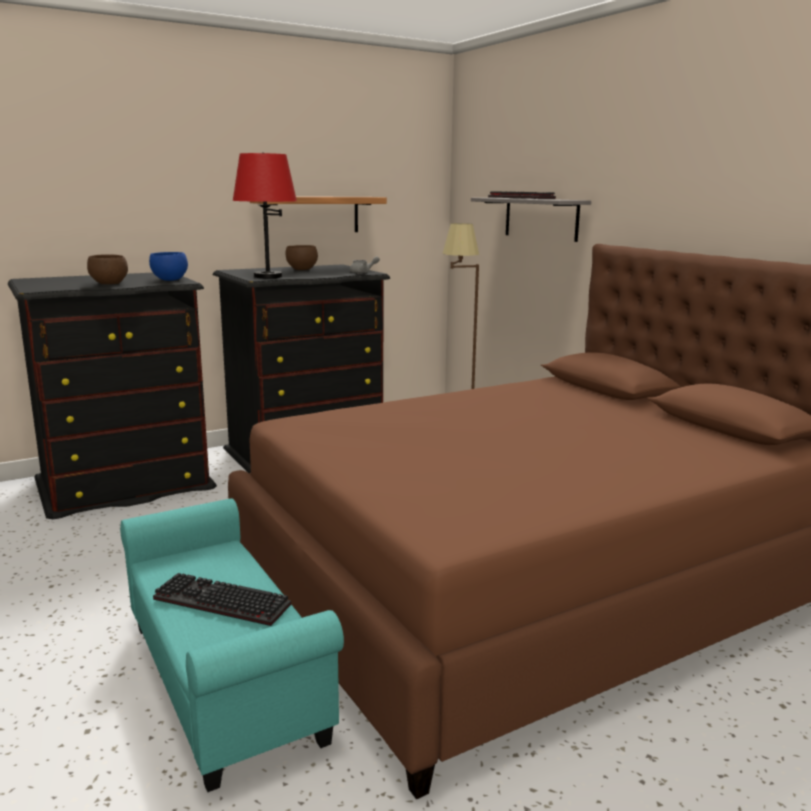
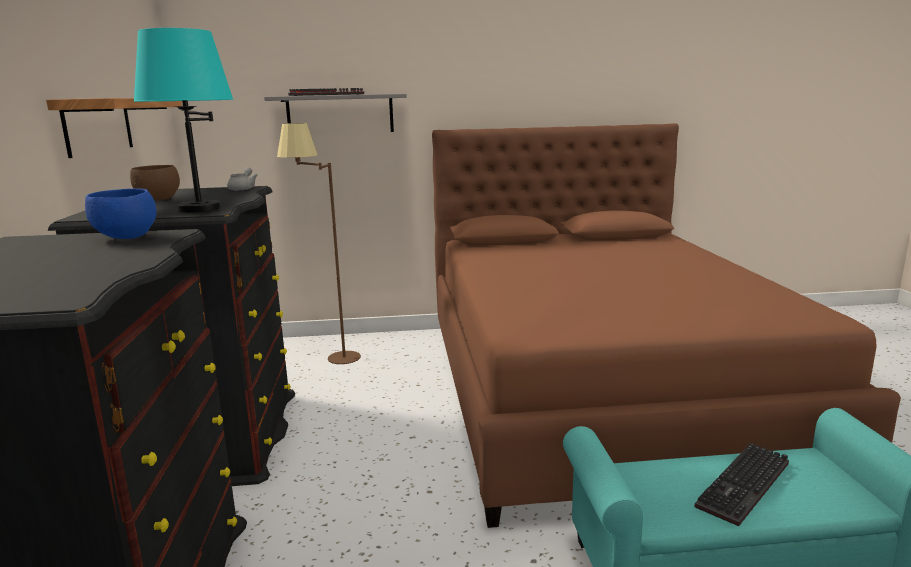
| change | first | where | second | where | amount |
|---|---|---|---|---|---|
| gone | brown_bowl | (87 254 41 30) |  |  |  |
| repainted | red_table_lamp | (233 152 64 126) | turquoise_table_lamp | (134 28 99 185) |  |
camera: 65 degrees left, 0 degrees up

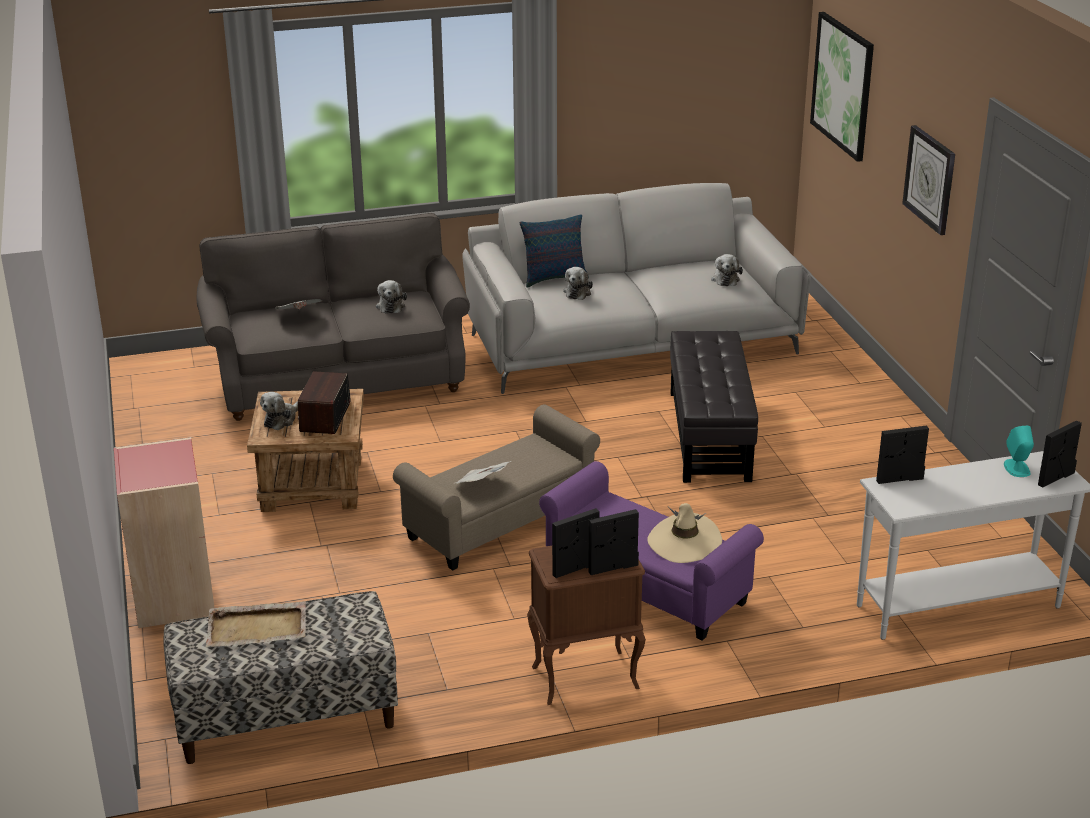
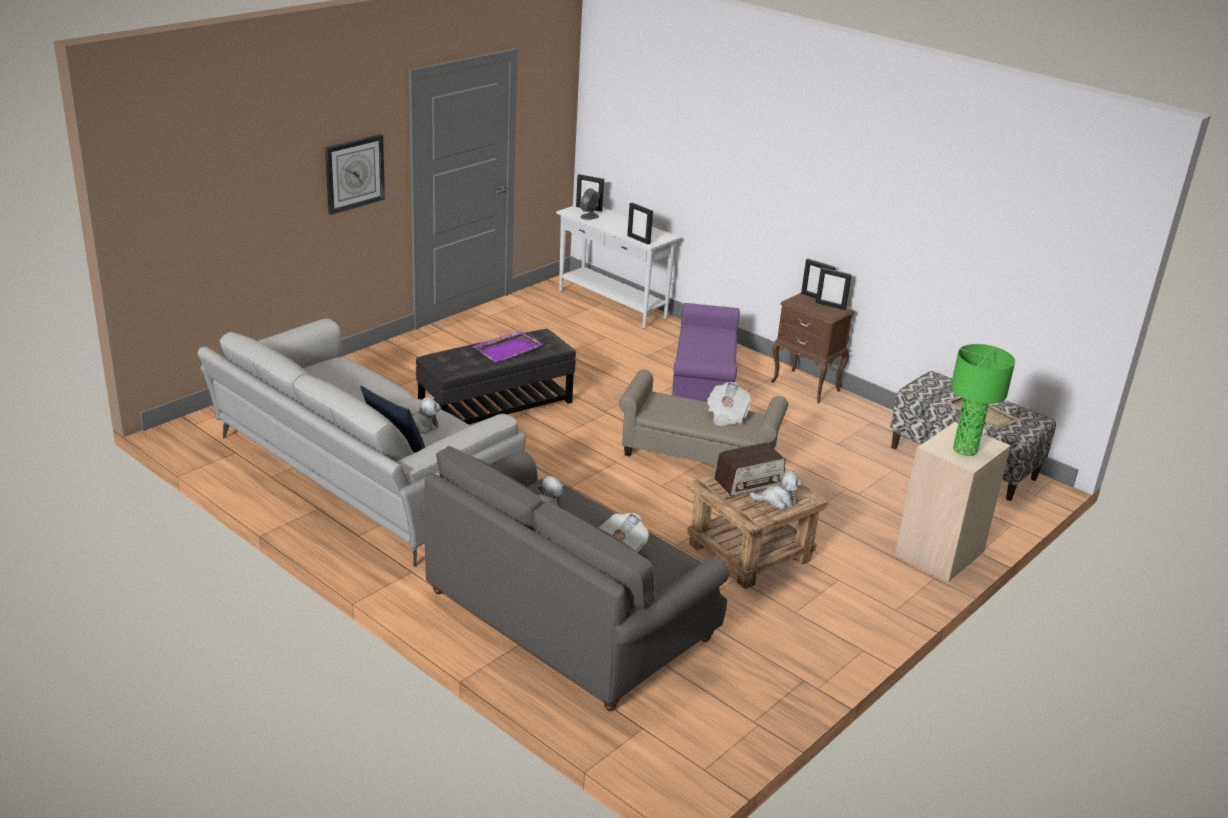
| change | first | where | second | where | amount |
|---|---|---|---|---|---|
| gone | beige_hat | (647 503 75 60) |  |  |  |
| gone | plush_toy | (711 254 32 32) |  |  |  |
| gone | picture | (810 12 64 150) |  |  |  |
| new |  |  | purple_tray | (472 331 71 31) |  |
| new |  |  | green_table_lamp | (951 344 64 112) |  |
| repainted | red_bookcase | (114 437 101 191) | beige_bookcase | (895 422 116 160) |  |
| repainted | turquoise_speaker | (1004 426 30 51) | grey_speaker | (580 188 20 32) |  |
camera: 125 degrees left, 0 degrees up

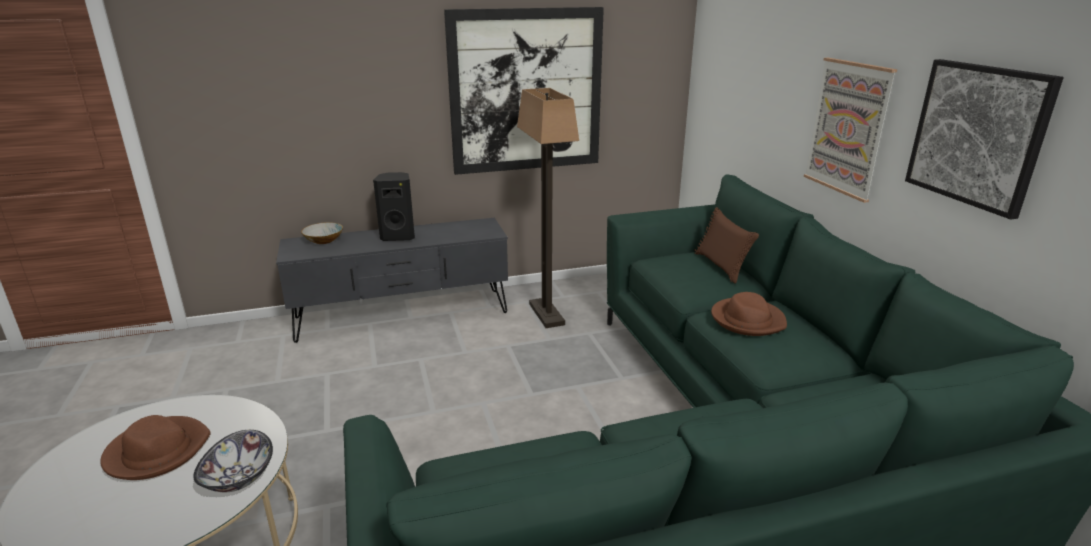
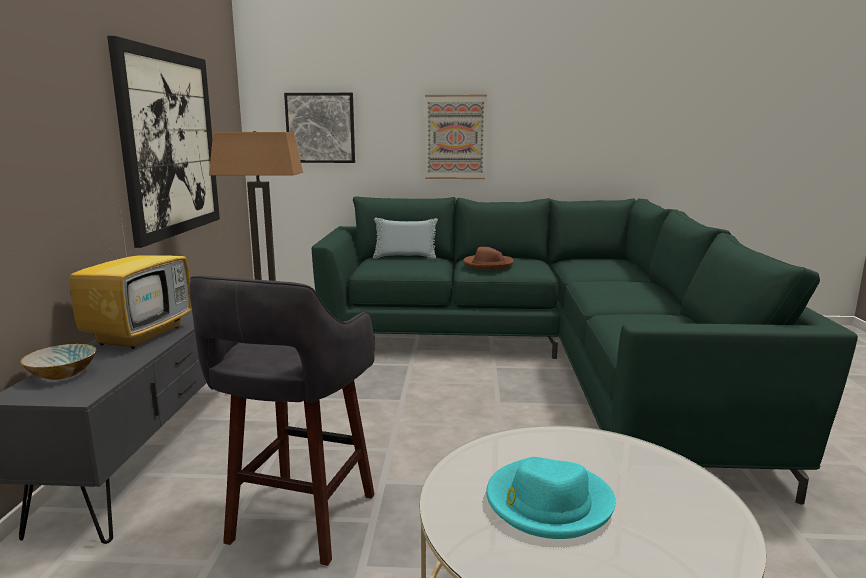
| change | first | where | second | where | amount |
|---|---|---|---|---|---|
| gone | bowl | (193 430 80 62) |  |  |  |
| new |  |  | grey_stool | (190 275 185 291) |  |
| shifted | picture | (905 59 159 161) |  | (284 93 71 70) |  |
| swapped | black_speaker | (373 172 42 69) | television | (70 205 122 144) |  |
| repainted | brown_hat | (100 415 111 65) | turquoise_hat | (486 457 130 82) |  |
| repainted | brown_pillow | (694 207 65 77) | blue_pillow | (373 218 65 42) |  |
camera: 70 degrees left, 10 degrees down

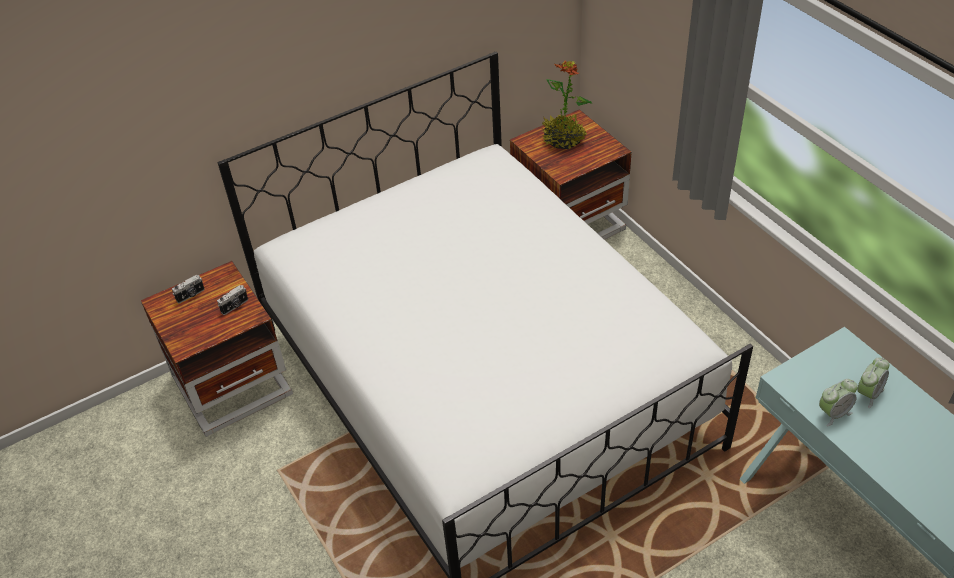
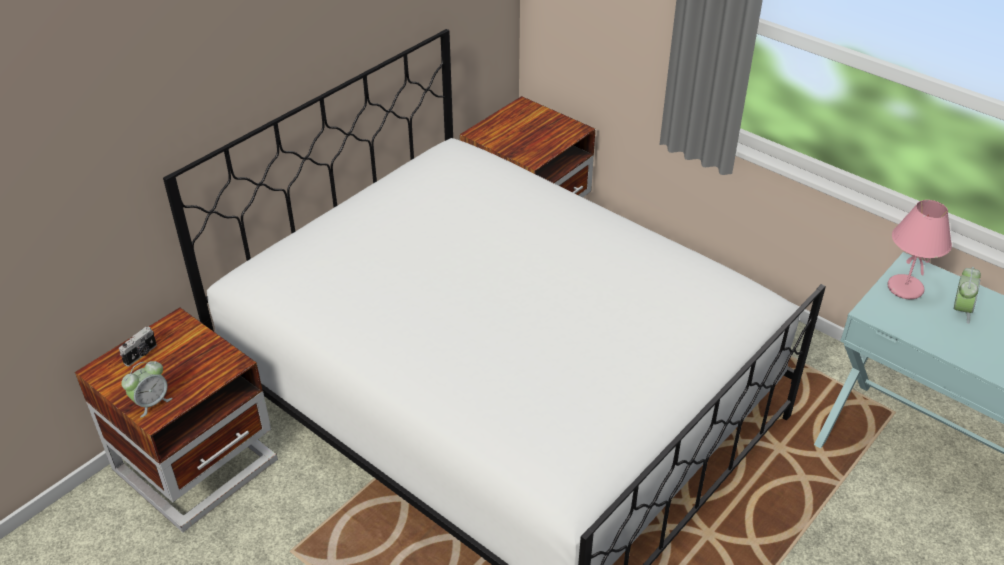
| change | first | where | second | where | amount |
|---|---|---|---|---|---|
| gone | photo_camera | (217 285 31 30) |  |  |  |
| gone | potted_plant | (542 61 50 88) |  |  |  |
| new |  |  | pink_table_lamp | (888 200 64 99) |  |
| shifted | alarm_clock | (819 379 39 48) |  | (121 361 51 57) |  |
camera: 20 degrees left, 5 degrees down

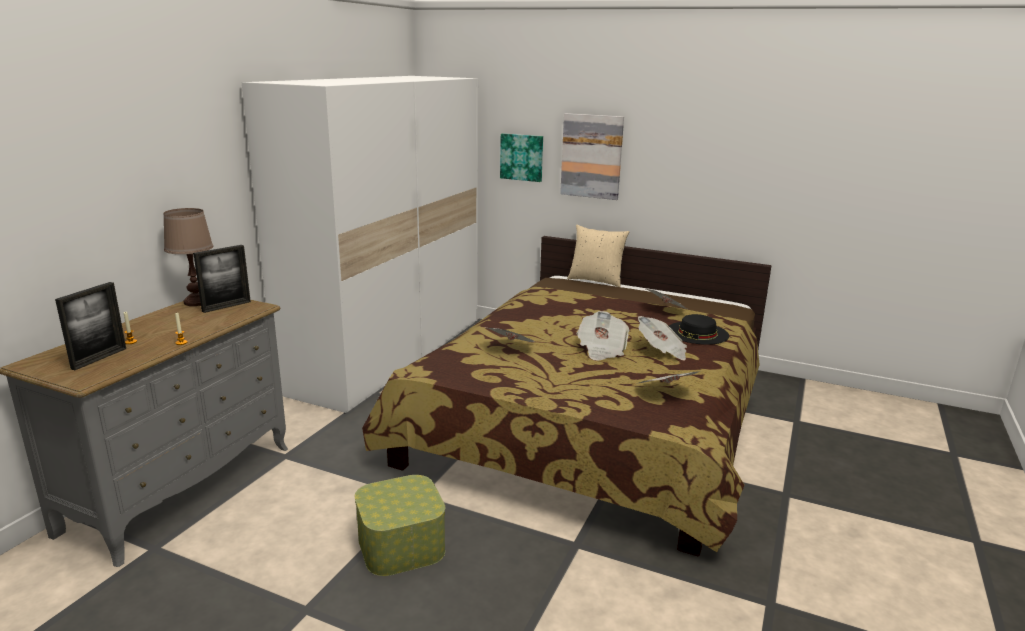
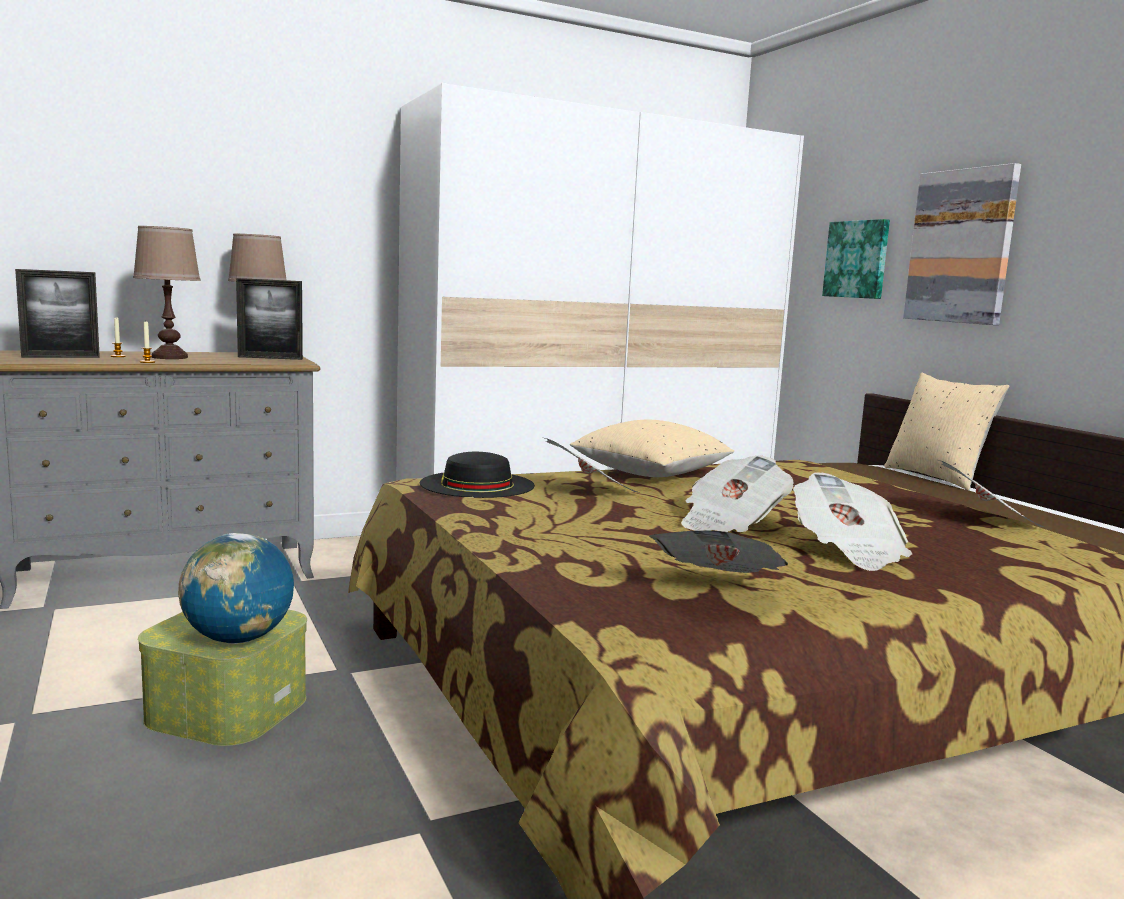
| change | first | where | second | where | amount |
|---|---|---|---|---|---|
| new |  |  | brown_table_lamp | (133 226 68 133) |  |
| new |  |  | globe | (178 533 116 111) |  |
| new |  |  | beige_pillow | (570 420 164 57) |  |
| shifted | black_hat | (669 314 60 31) |  | (420 452 115 46) |  |
camera: 40 degrees right, 10 degrees down

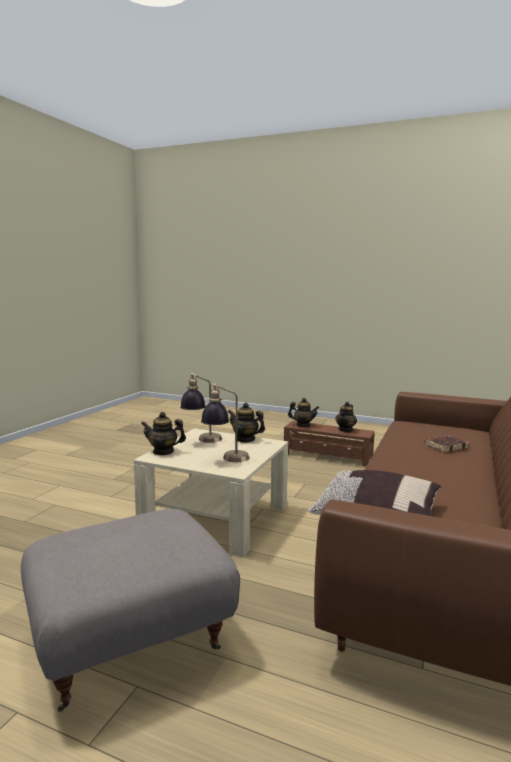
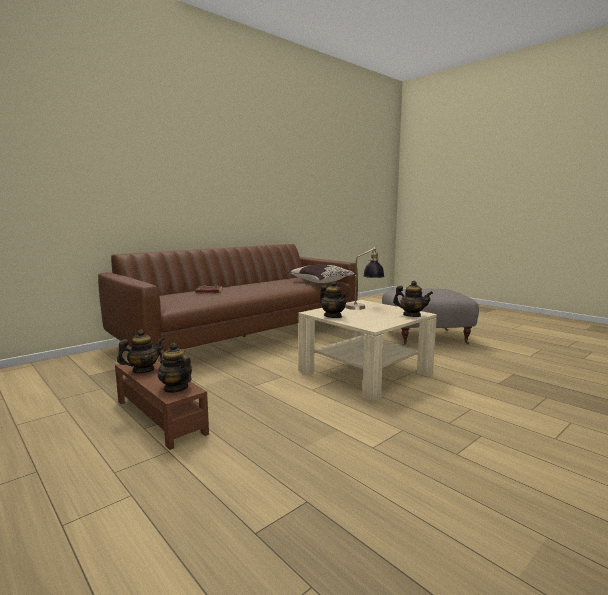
| change | first | where | second | where | amount |
|---|---|---|---|---|---|
| gone | table_lamp | (180 373 42 70) |  |  |  |
camera: 155 degrees left, 0 degrees up

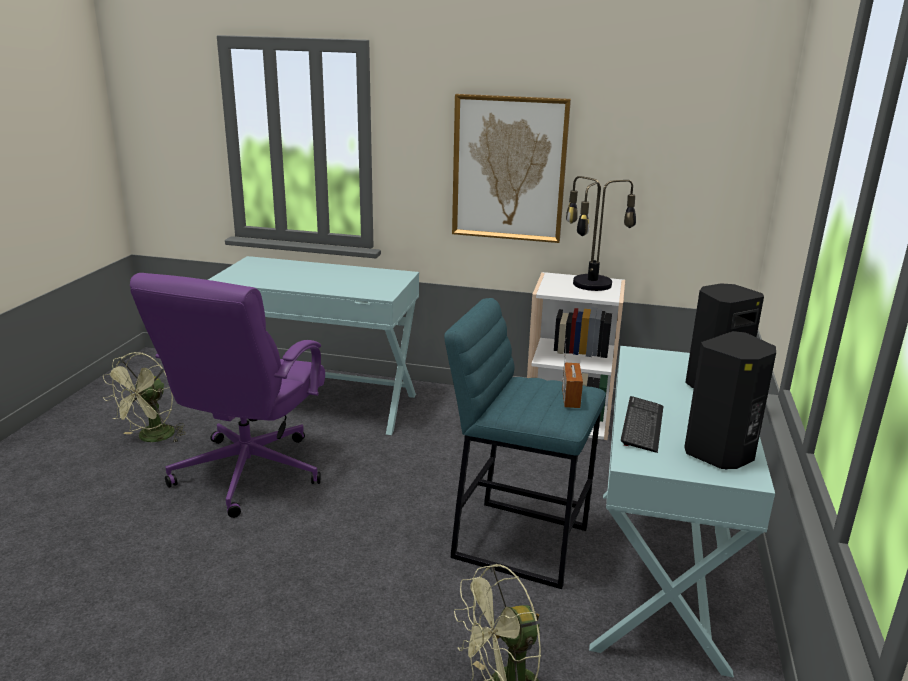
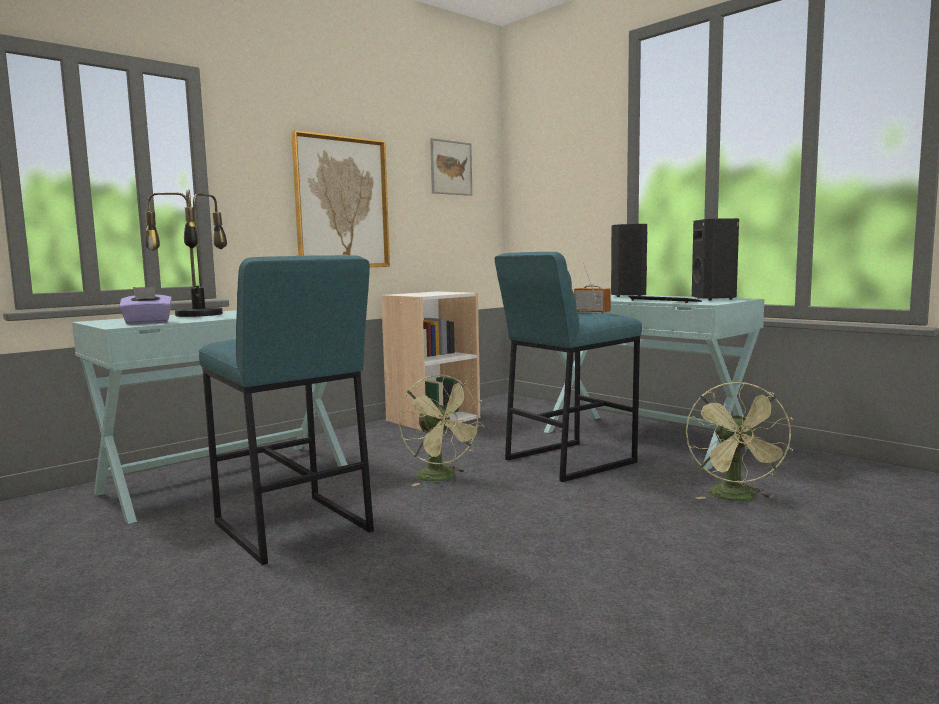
| change | first | where | second | where | amount |
|---|---|---|---|---|---|
| new |  |  | purple_tissue_box | (119 287 53 37) |  |
| new |  |  | picture | (430 138 42 58) |  |
| shifted | green_fan | (103 352 83 90) |  | (399 374 85 112) |  |
| shifted | table_lamp | (566 176 70 115) |  | (145 189 82 128) |  |
| swapped | purple_office_chair | (130 273 195 245) | turquoise_stool | (199 255 175 310) |  |
camera: 55 degrees left, 15 degrees down

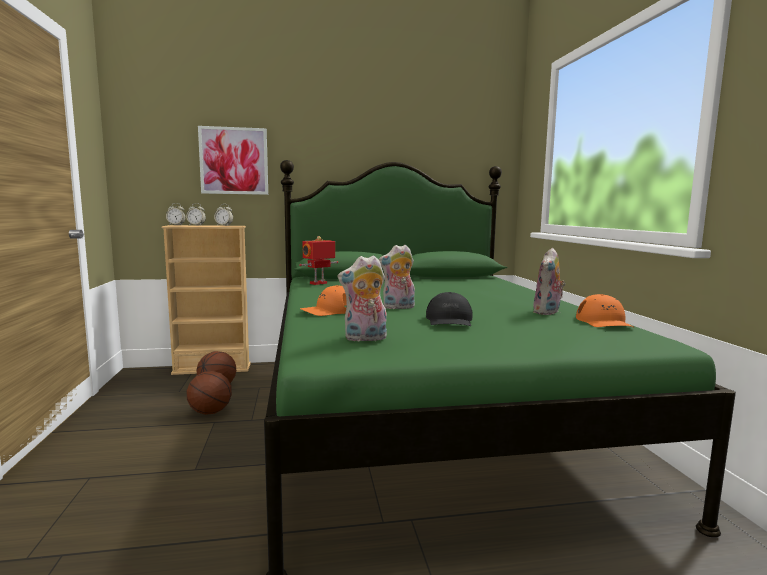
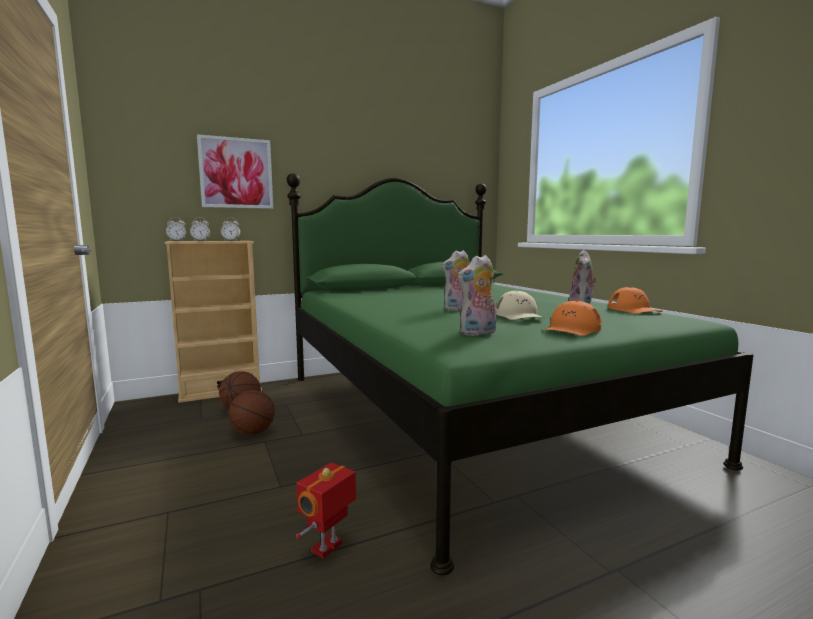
| change | first | where | second | where | amount |
|---|---|---|---|---|---|
| shifted | toy_robot | (299 236 39 49) |  | (296 463 60 96) |  |
| shifted | orange_cap | (300 285 47 31) |  | (543 301 58 35) |  |
| repainted | black_cap | (426 292 47 34) | beige_cap | (496 290 49 30) |  |
camera: 15 degrees left, 0 degrees up

